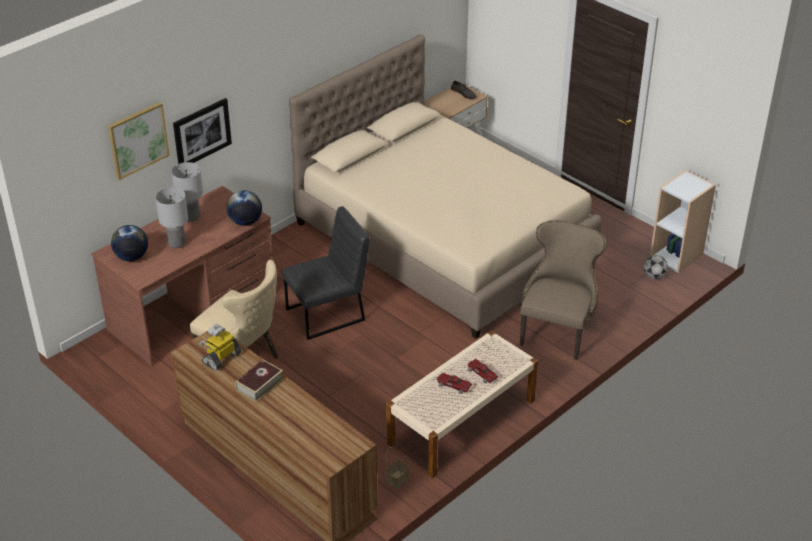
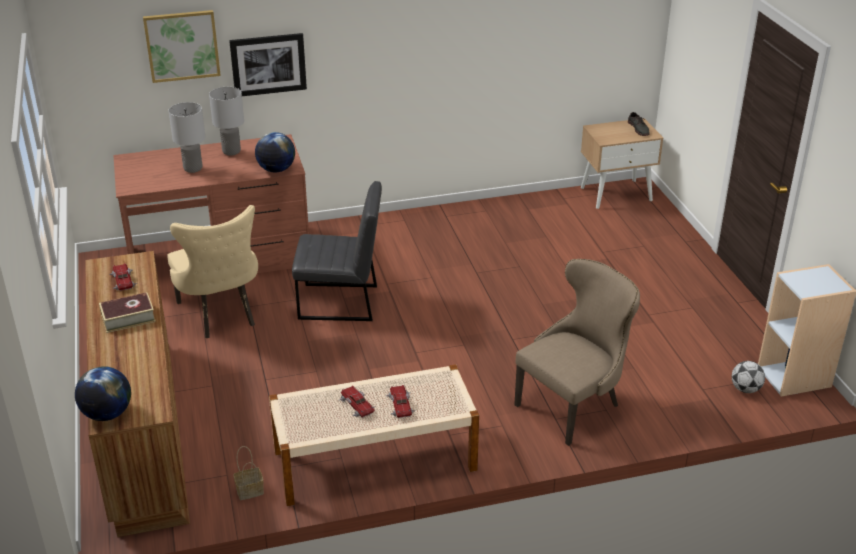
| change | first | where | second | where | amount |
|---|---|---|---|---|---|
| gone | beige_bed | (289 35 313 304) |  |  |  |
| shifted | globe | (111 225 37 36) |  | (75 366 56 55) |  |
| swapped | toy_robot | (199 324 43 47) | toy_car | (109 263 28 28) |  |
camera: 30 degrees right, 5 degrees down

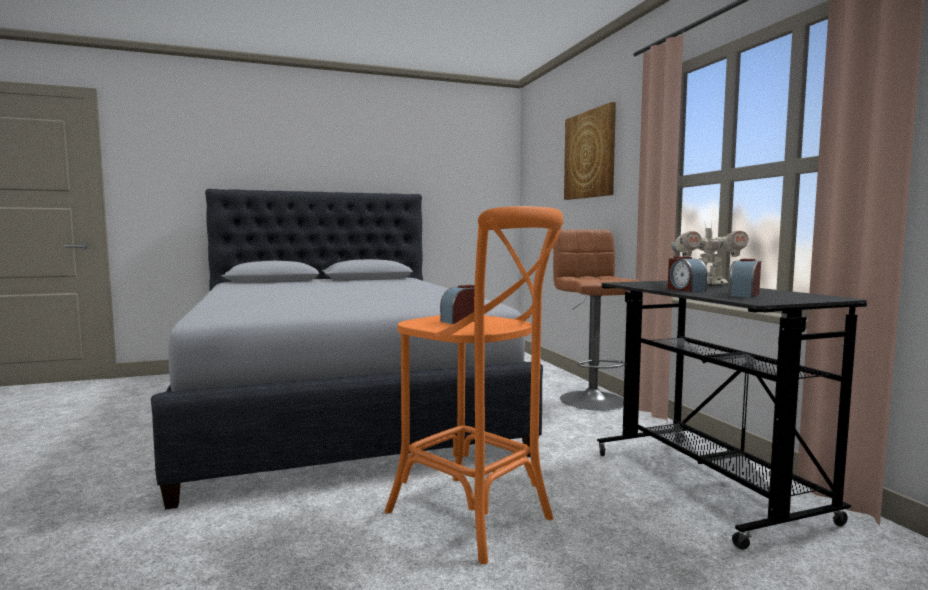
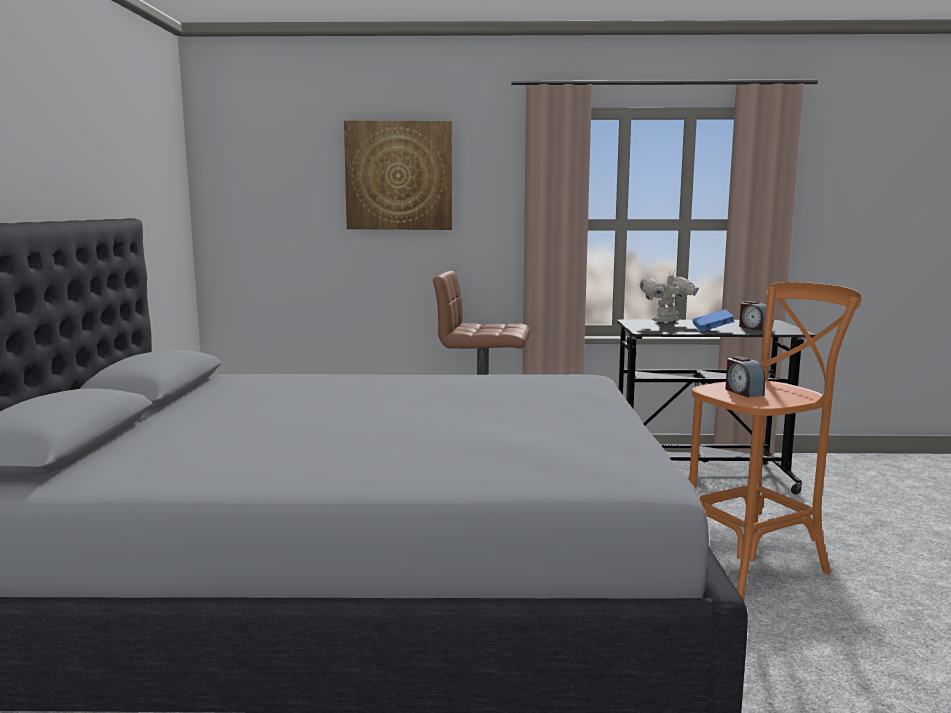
| change | first | where | second | where | amount |
|---|---|---|---|---|---|
| swapped | alarm_clock | (668 256 40 36) | blue_book | (692 309 42 23) |  |
| rotated | toy_robot | (671 224 78 61) |  | (640 270 59 52) | 135 degrees counterclockwise |
camera: 70 degrees left, 5 degrees up

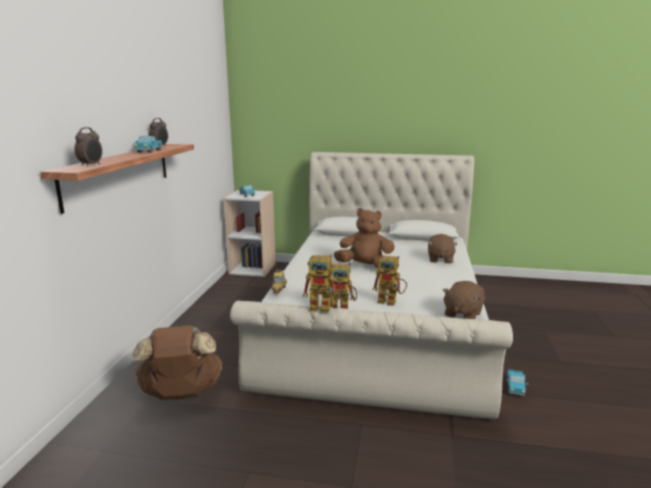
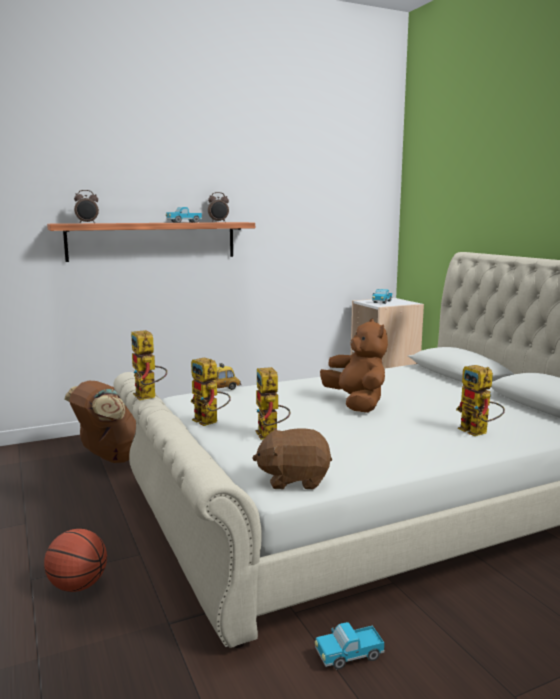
| change | first | where | second | where | amount |
|---|---|---|---|---|---|
| new |  |  | basketball | (44 529 63 63) |  |
| swapped | brown_plush_toy | (428 234 29 29) | toy_robot | (456 365 49 71) |  |
camera: 55 degrees right, 5 degrees down

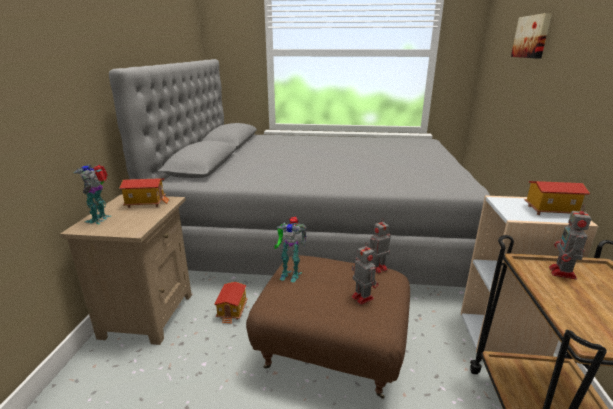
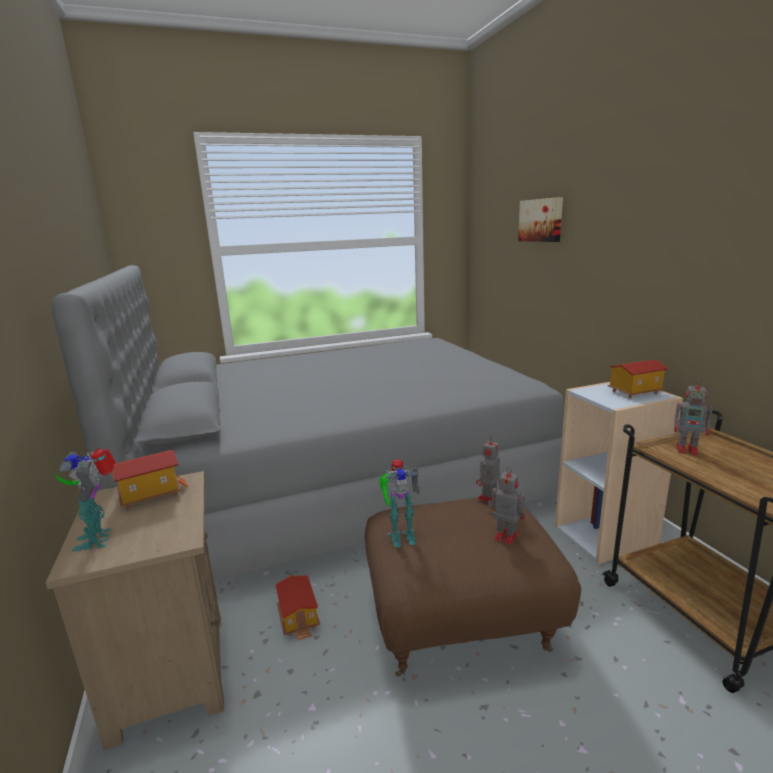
| change | first | where | second | where | amount |
|---|---|---|---|---|---|
| rotated | toy_robot | (549 205 42 74) |  | (674 379 39 76) | 60 degrees counterclockwise |
camera: 25 degrees left, 5 degrees down

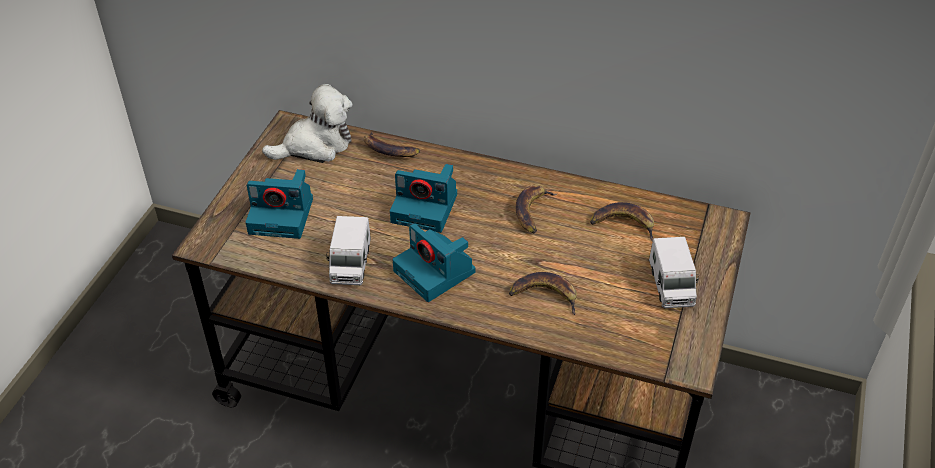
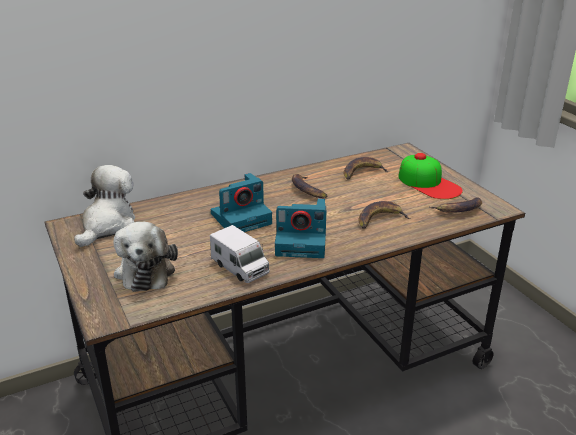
| change | first | where | second | where | amount |
|---|---|---|---|---|---|
| shifted | banana | (364 131 56 26) |  | (429 197 53 16) |  |
| swapped | photo_camera | (245 169 68 70) | plush_toy | (114 222 64 70) |  |
| swapped | toy_truck | (649 237 50 71) | cap | (398 153 65 46) |  |
camera: 45 degrees left, 15 degrees down

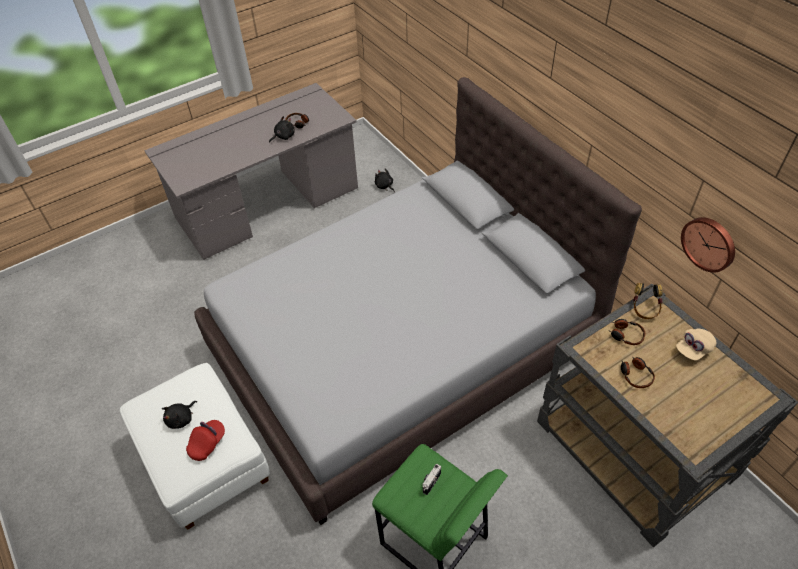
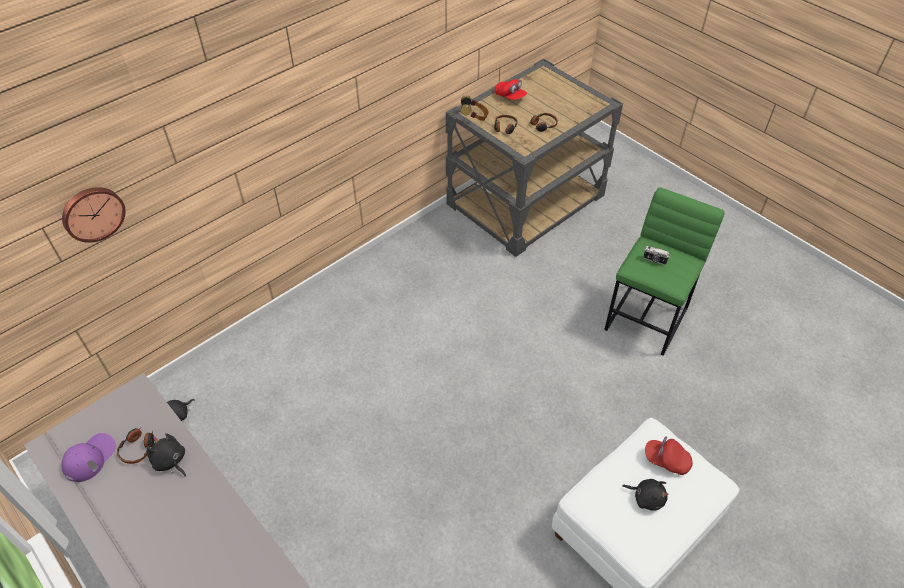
| change | first | where | second | where | amount |
|---|---|---|---|---|---|
| gone | grey_bed | (194 77 448 448) |  |  |  |
| new |  |  | purple_cap | (61 433 55 49) |  |
| shifted | wall_clock | (681 217 54 56) |  | (62 187 64 56) |  |
| repainted | beige_cap | (676 329 40 32) | red_cap | (495 79 32 21) |  |
camera: 100 degrees left, 0 degrees up

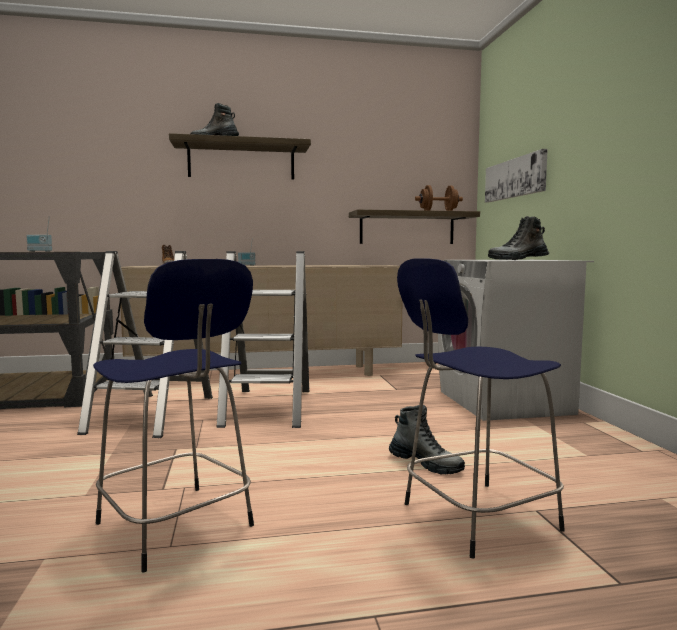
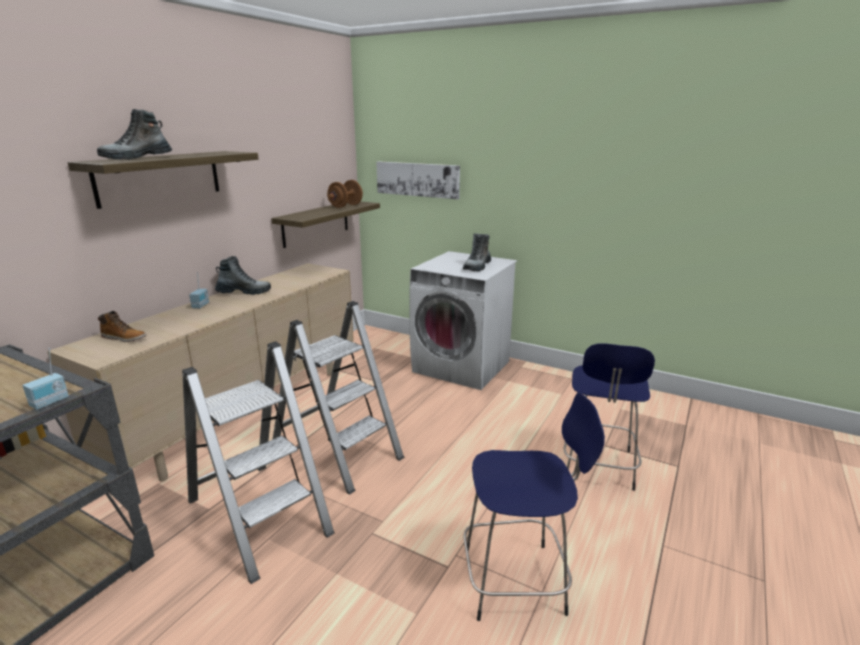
| change | first | where | second | where | amount |
|---|---|---|---|---|---|
| shifted | boot | (389 405 76 70) |  | (215 256 56 39) |  |
camera: 50 degrees left, 15 degrees up

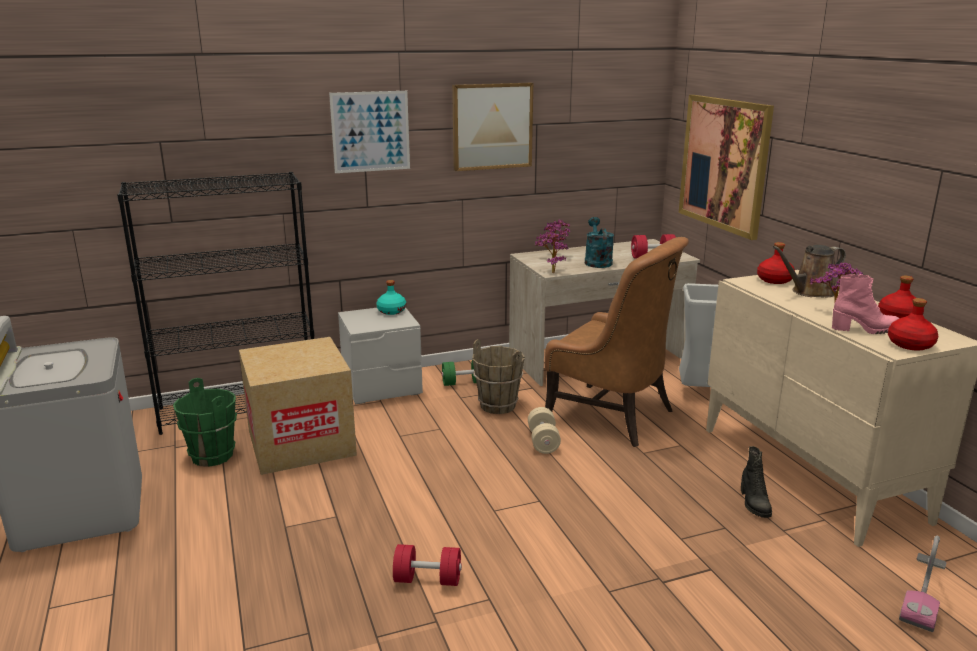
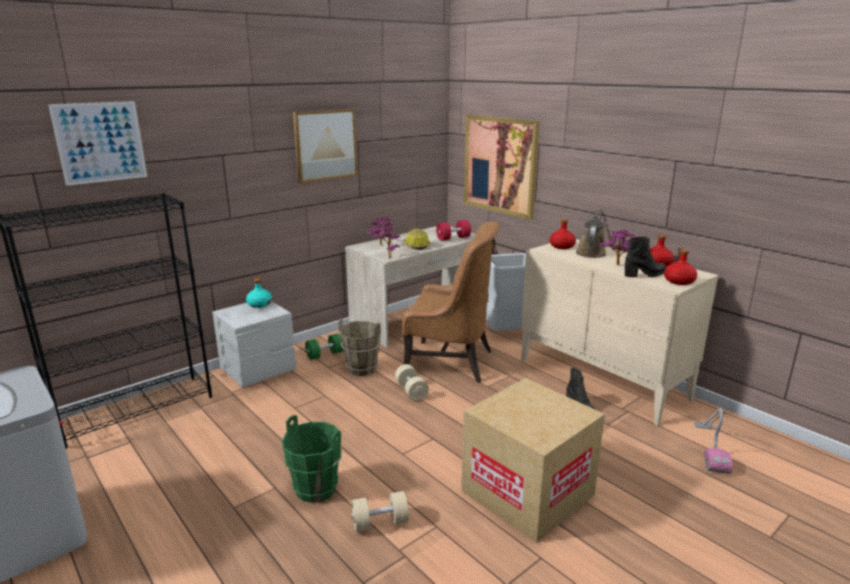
| change | first | where | second | where | amount |
|---|---|---|---|---|---|
| shifted | green_bucket | (173 378 64 89) |  | (281 415 61 88) |  |
| shifted | cardboard_box | (239 337 118 138) |  | (461 378 144 165) |  |
| shifted | picture | (329 91 81 82) |  | (48 101 100 85) |  |
| swapped | turquoise_watering_can | (585 217 29 51) | hard_hat | (404 229 26 21) |  |
| repainted | red_dumbbell | (393 544 69 42) | beige_dumbbell | (351 491 58 41) |  |
| repainted | pink_boot | (832 274 68 60) | black_boot | (625 237 41 40) |  |
| rotated | brown_watering_can | (773 245 73 52) |  | (576 207 30 51) | 150 degrees clockwise |
camera: 20 degrees left, 0 degrees up

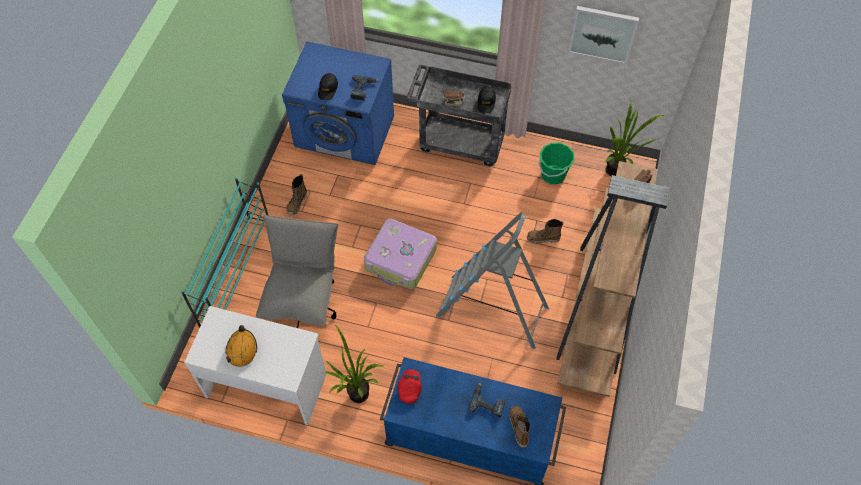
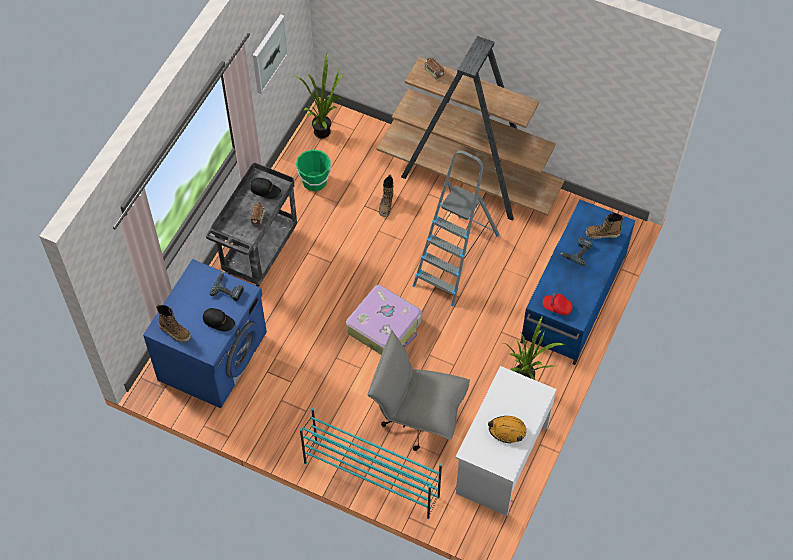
| change | first | where | second | where | amount |
|---|---|---|---|---|---|
| shifted | boot | (286 174 21 42) |  | (156 304 35 39) |  |
camera: 80 degrees left, 0 degrees up

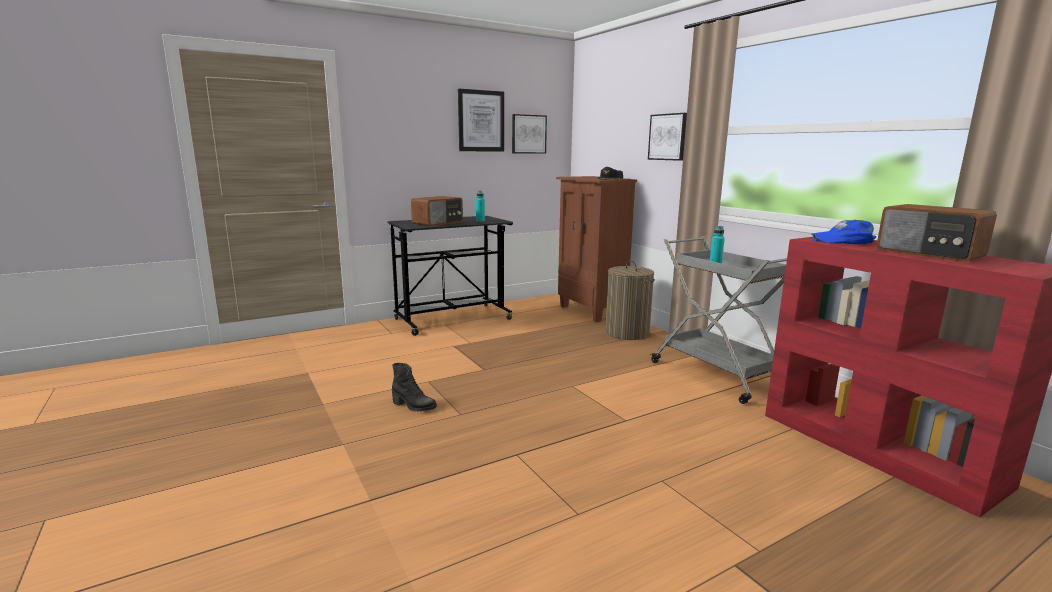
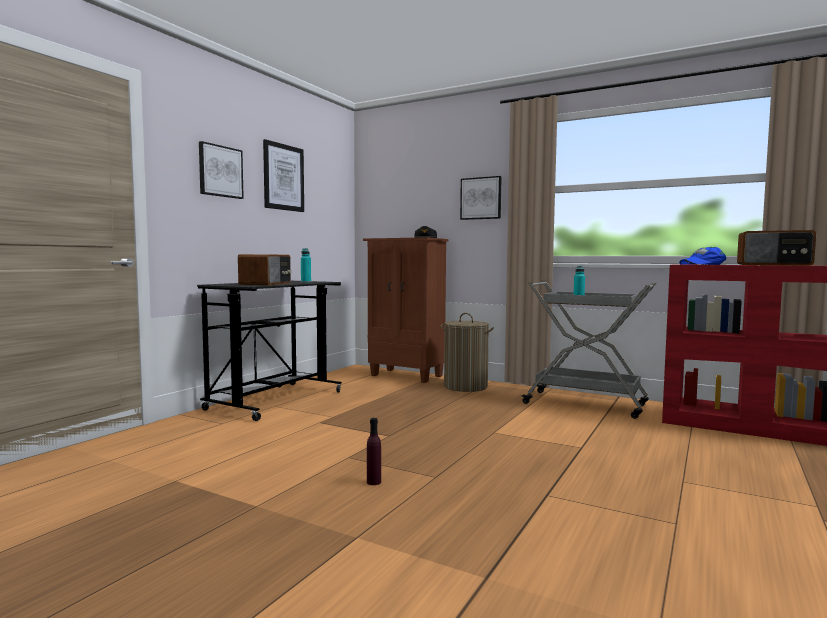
| change | first | where | second | where | amount |
|---|---|---|---|---|---|
| shifted | picture | (512 114 35 40) |  | (199 141 45 58) |  |
| swapped | black_boot | (392 363 45 49) | purple_bottle | (367 418 14 67) |  |
camera: 30 degrees left, 10 degrees down

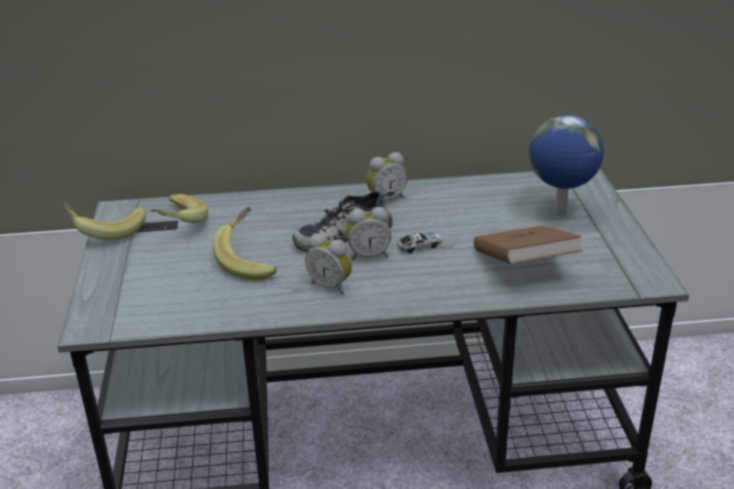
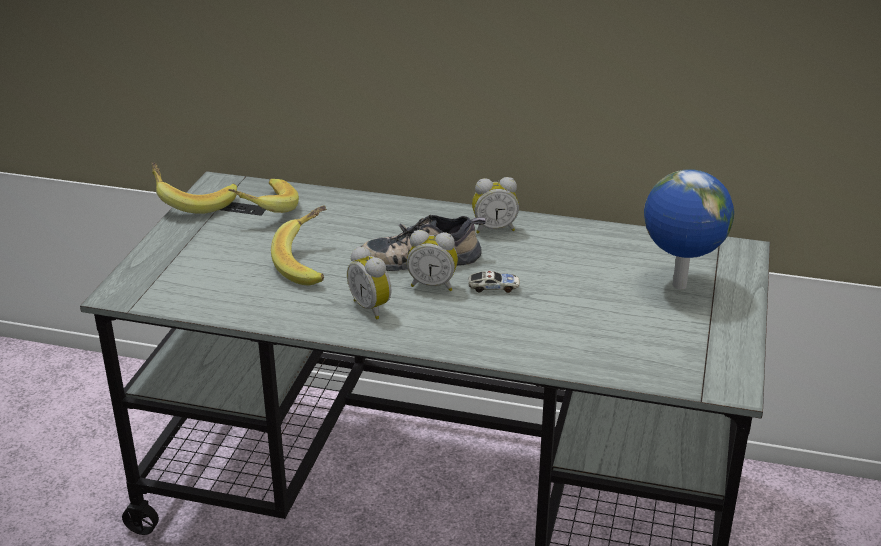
| change | first | where | second | where | amount |
|---|---|---|---|---|---|
| gone | brown_book | (474 225 109 39) |  |  |  |
camera: 20 degrees right, 0 degrees up

